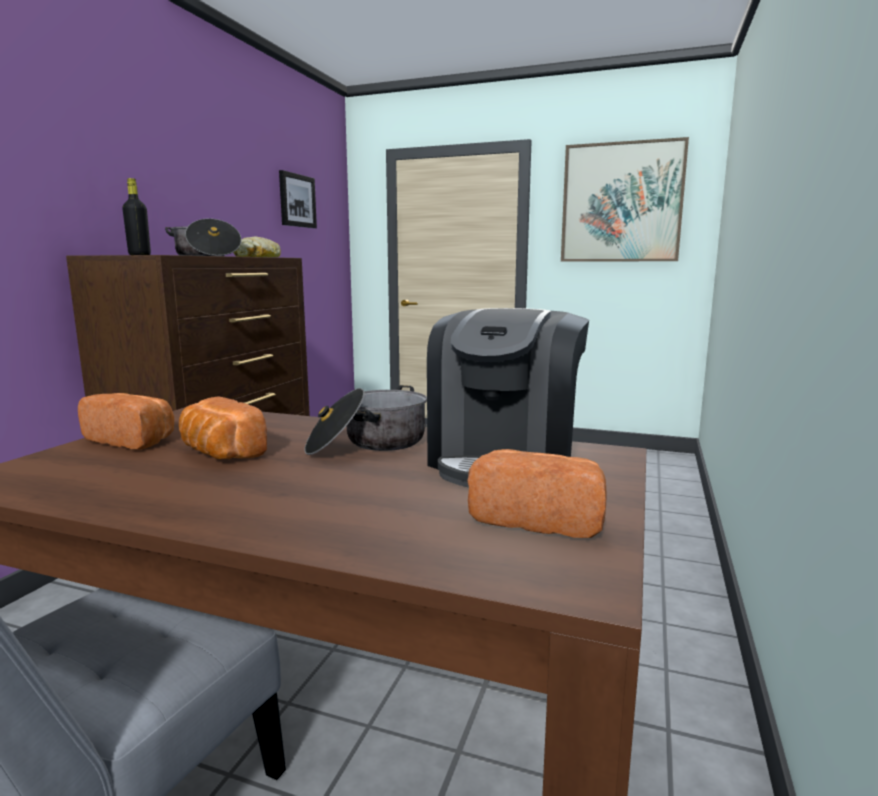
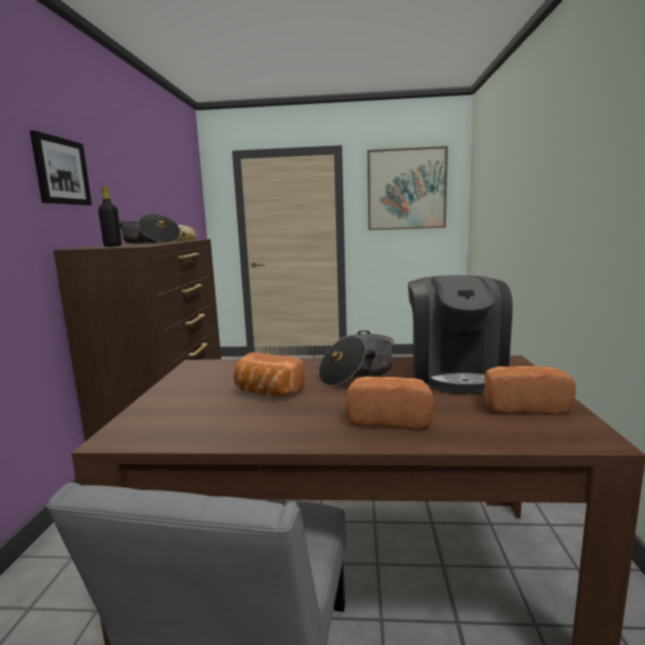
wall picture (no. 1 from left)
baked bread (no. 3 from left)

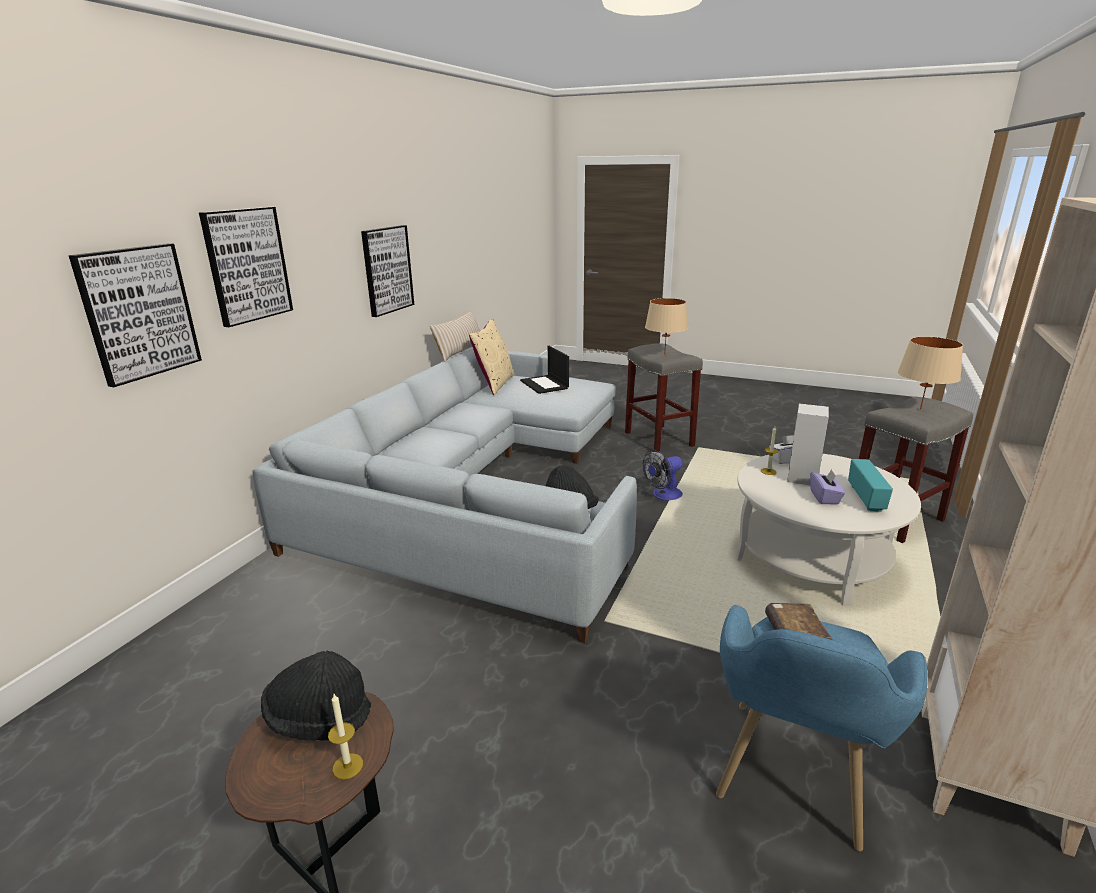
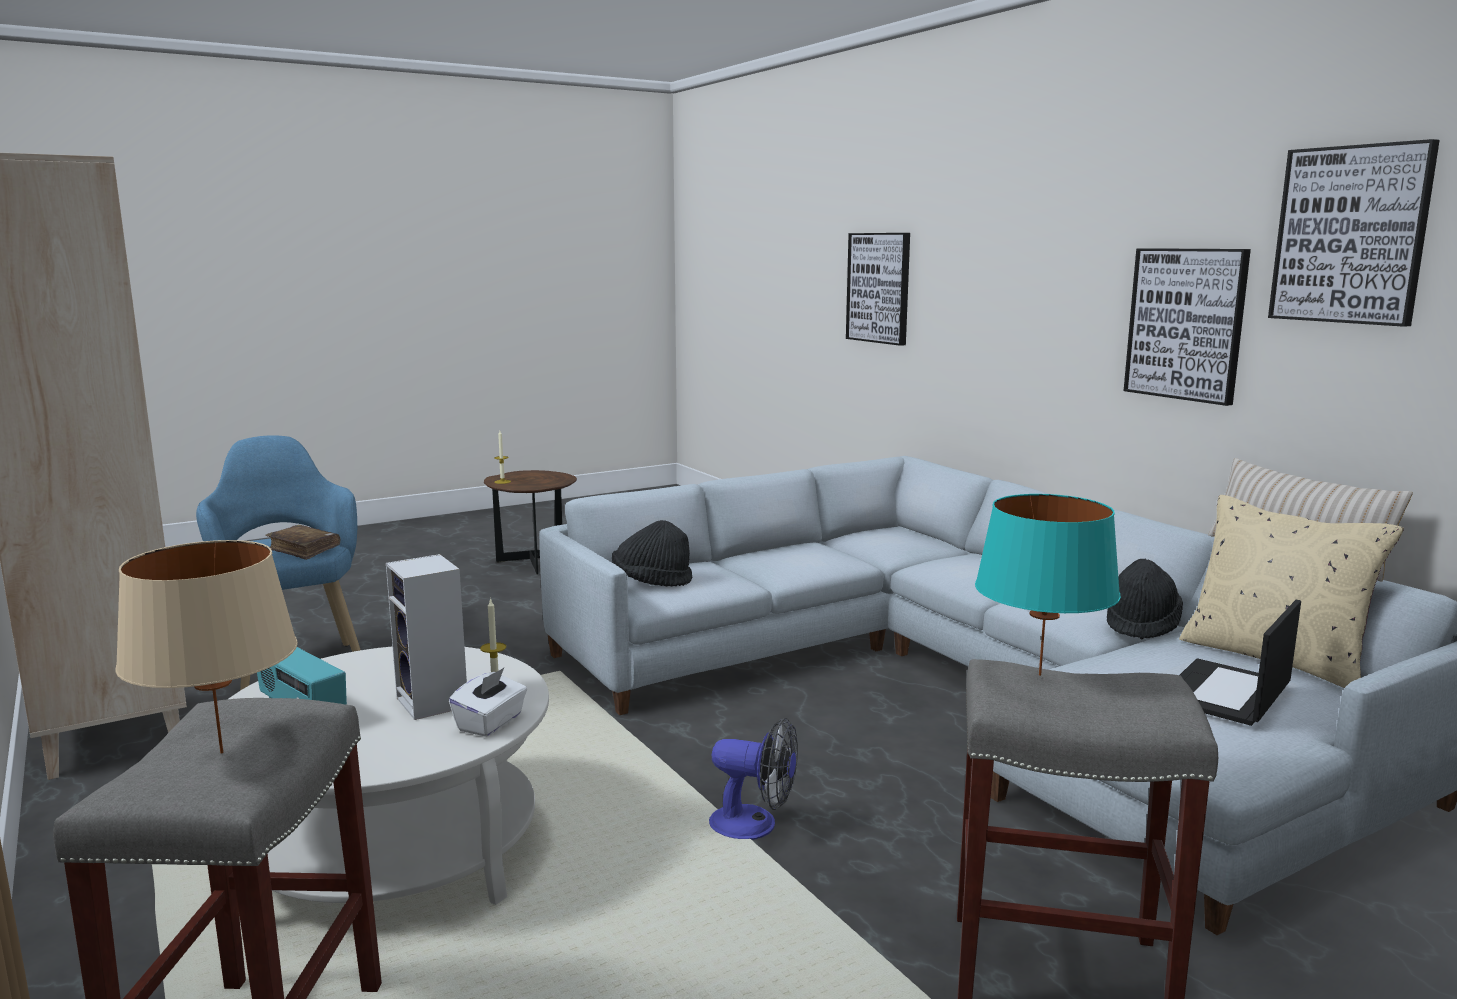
wall picture (no. 3 from left)
turquoise table lamp
laptop
fan
purple-coloured tissue holder
black-coloured wearable hat (no. 2 from left)

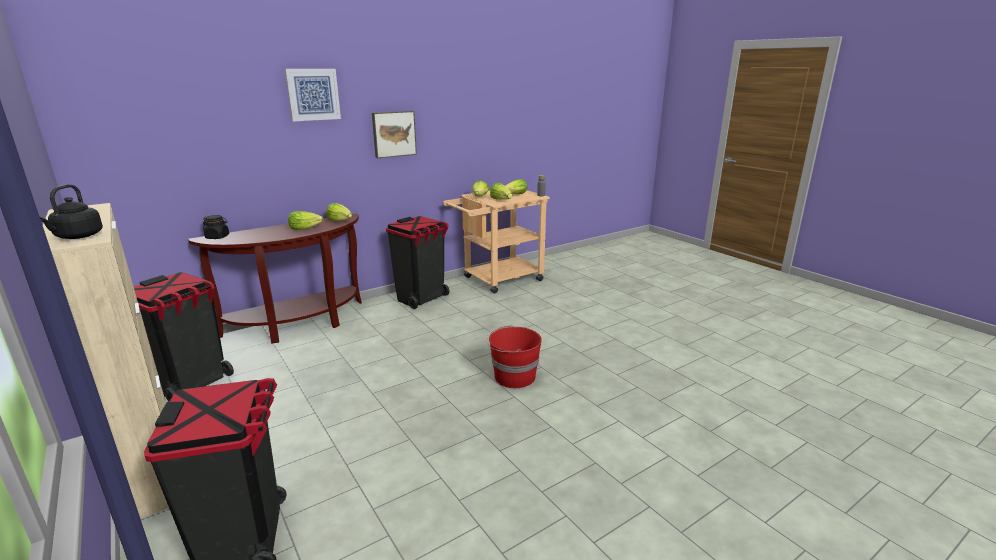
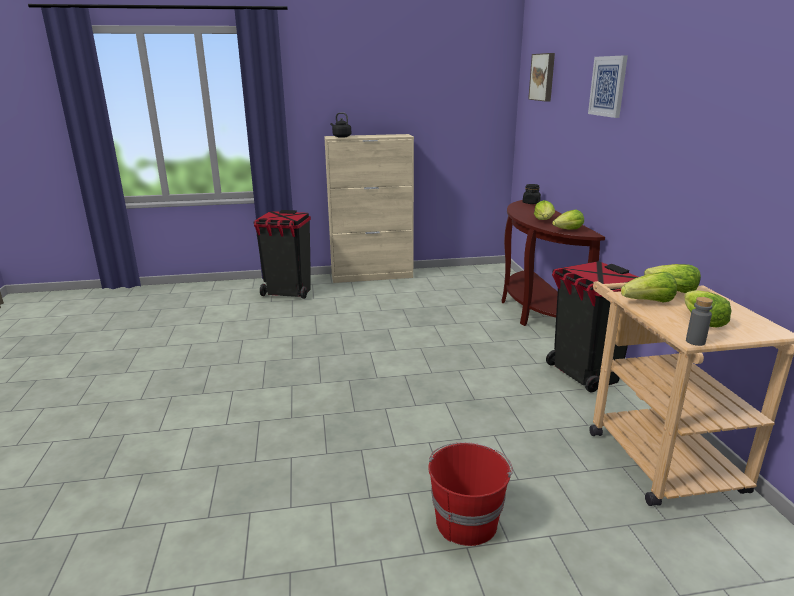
wall picture (no. 1 from left)
black-coloured waste bin (no. 1 from left in the first image)
red-coloured bucket

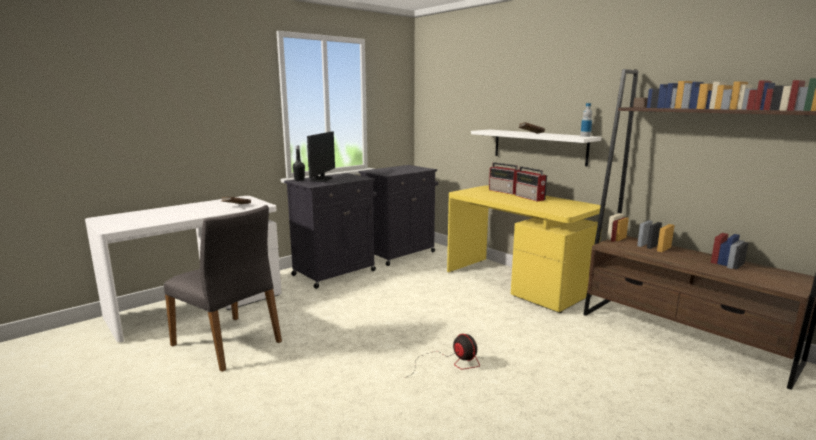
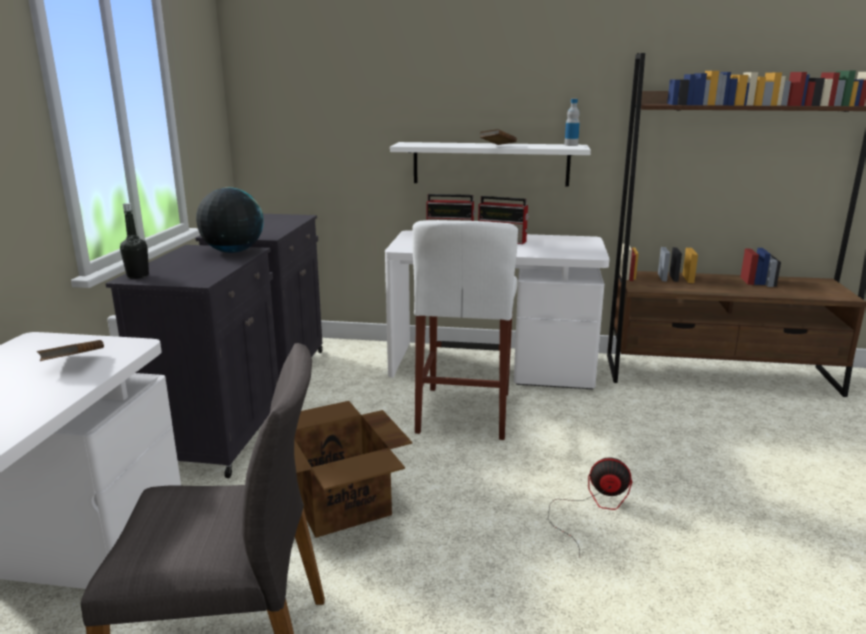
computer screen
white desk table (no. 2 from left)
globe
white sitting stool
cardboard box

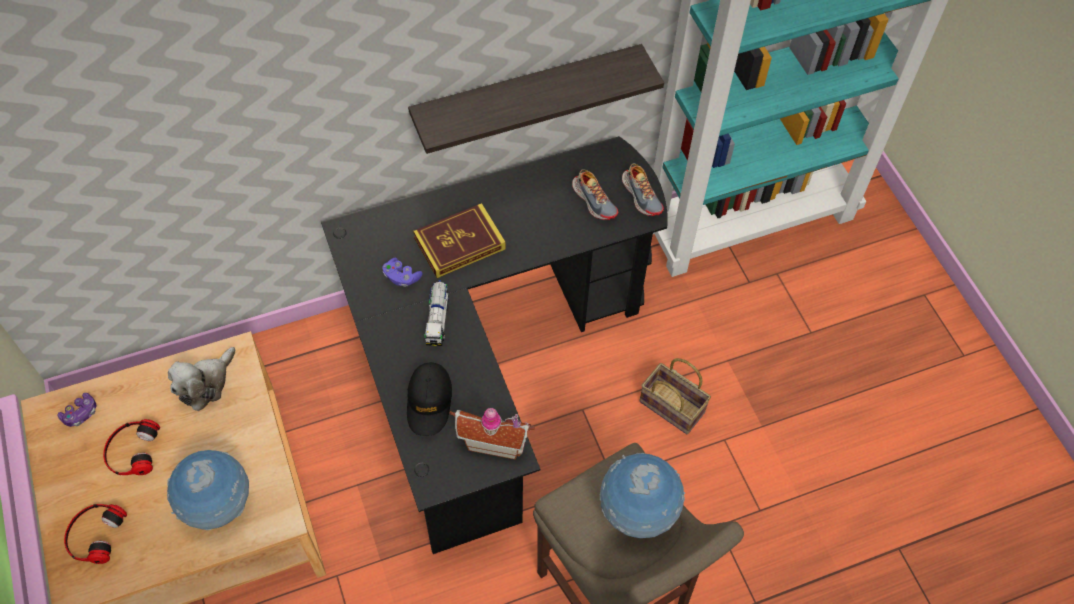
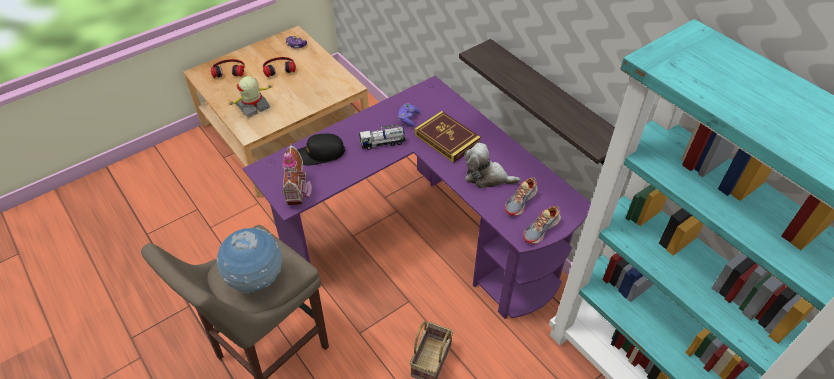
purple-coloured desk table
cuddly toy
toy robot

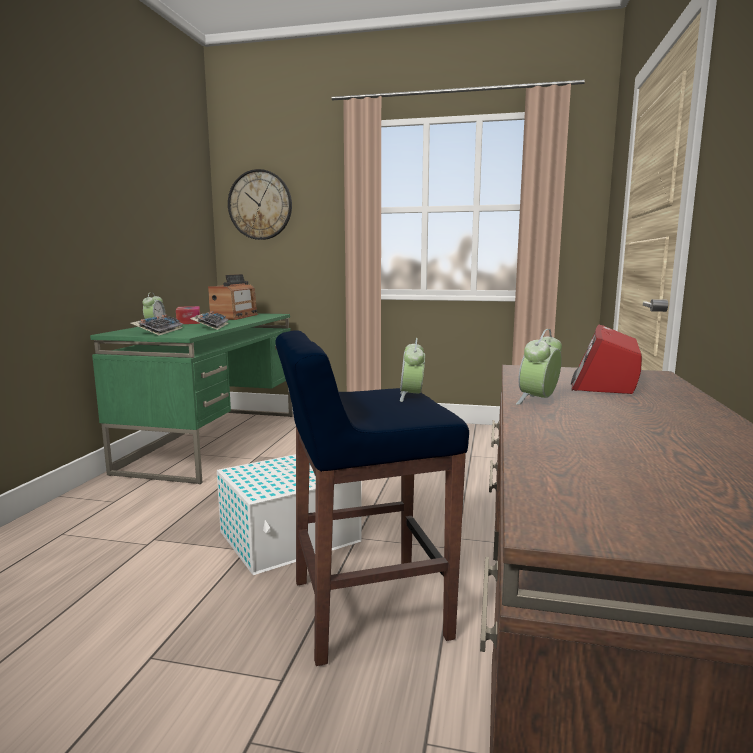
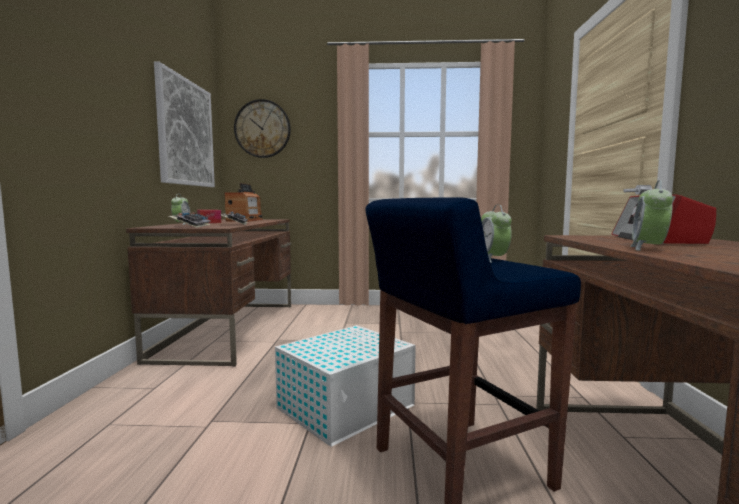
brownish desk table (no. 1 from left)
wall picture

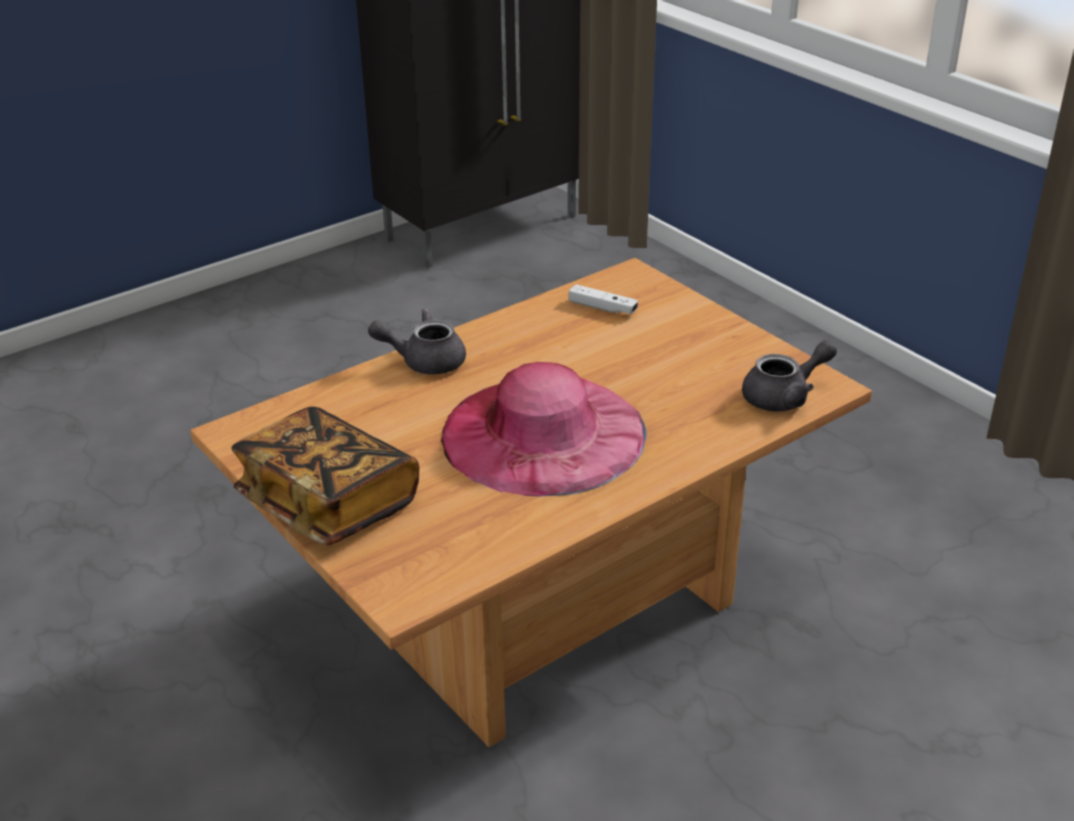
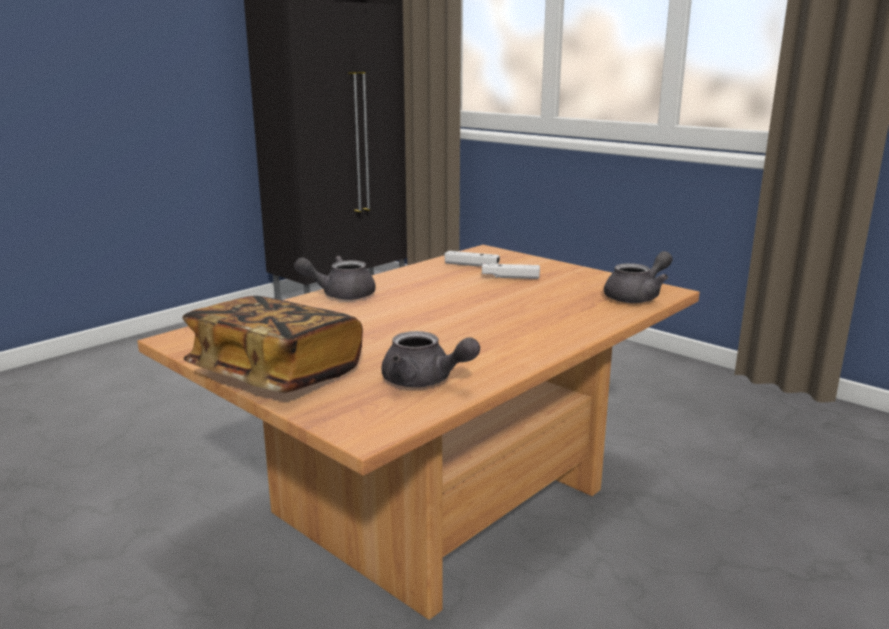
pink wearable hat
white gamepad (no. 2 from left)
gray pot for tea (no. 2 from left)

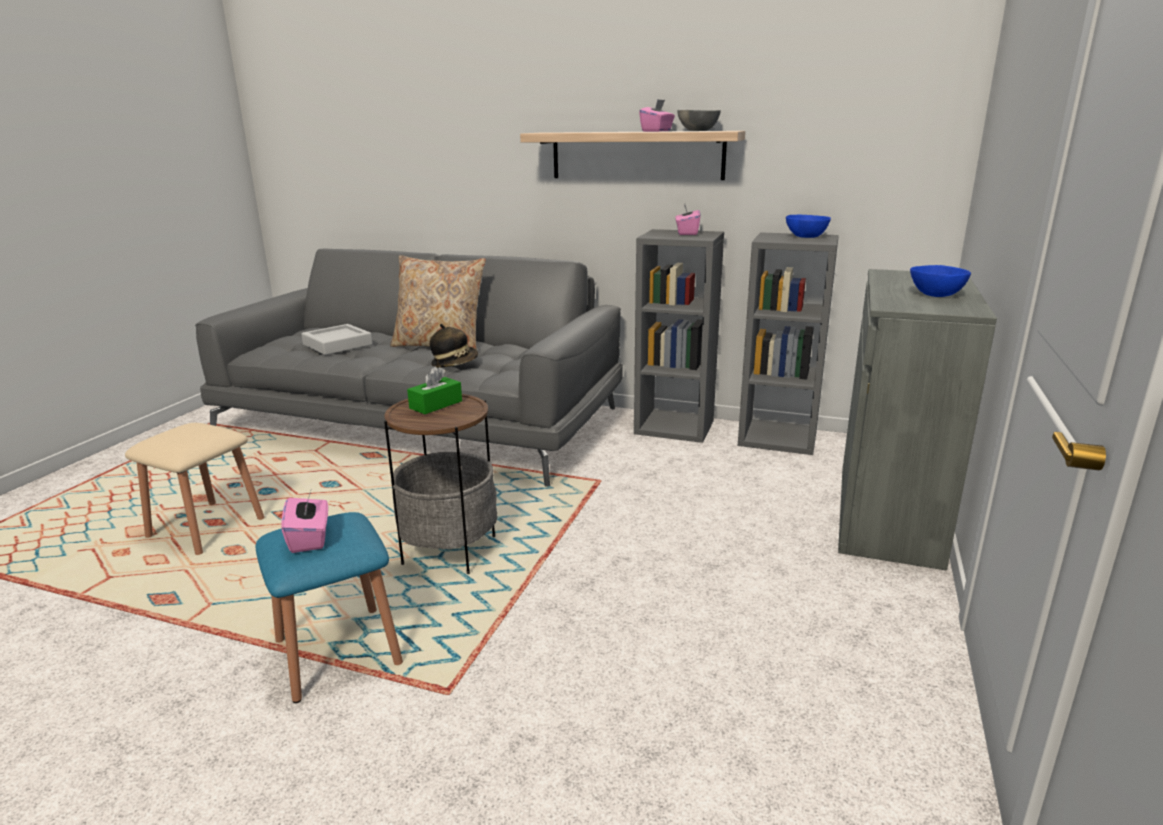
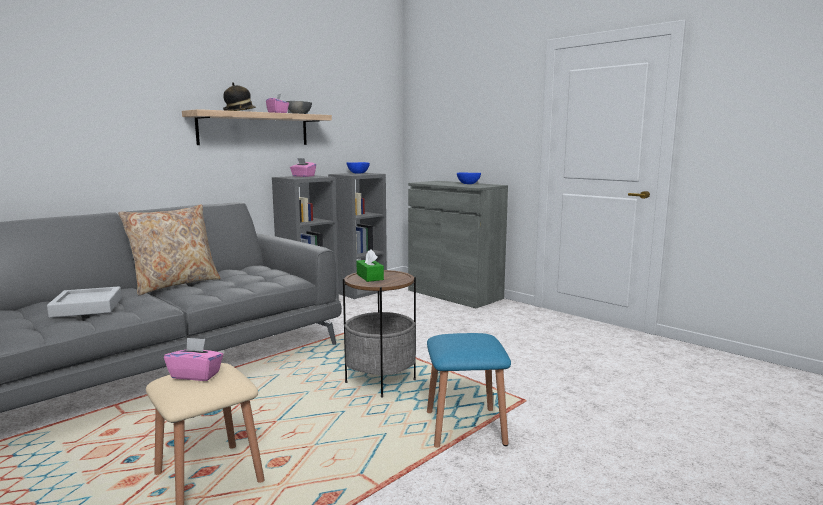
wearable hat
pink tissue holder (no. 1 from left)

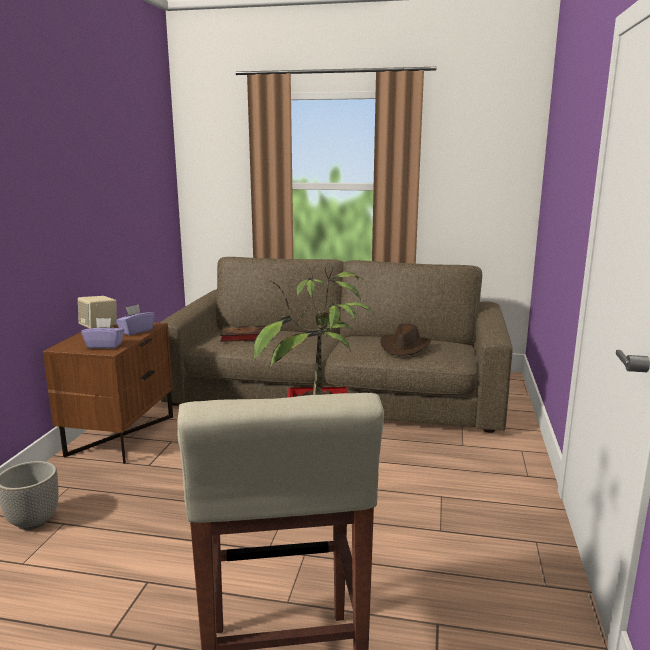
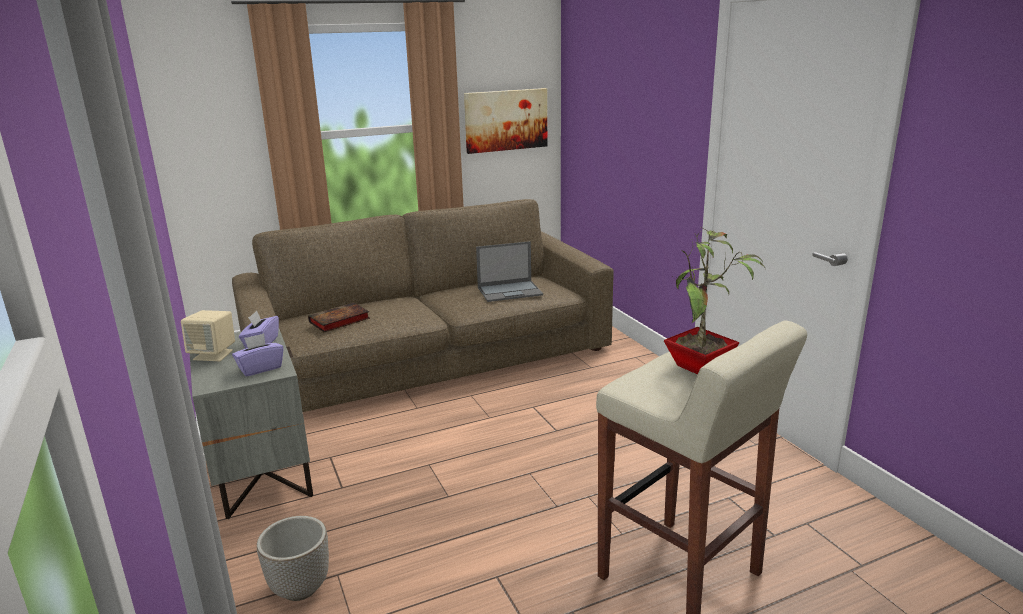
gray night table
laptop
wall picture

